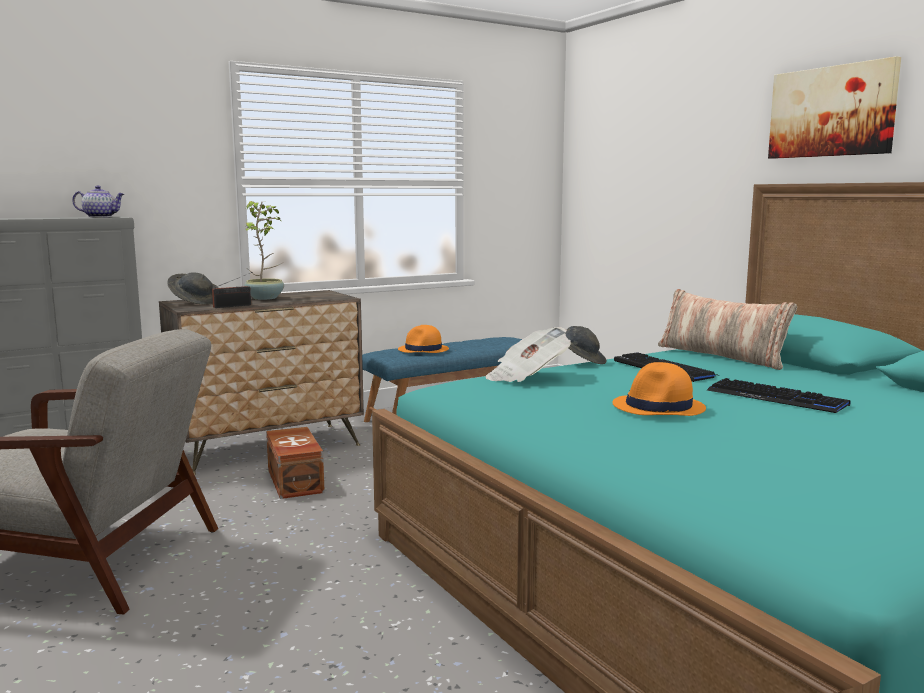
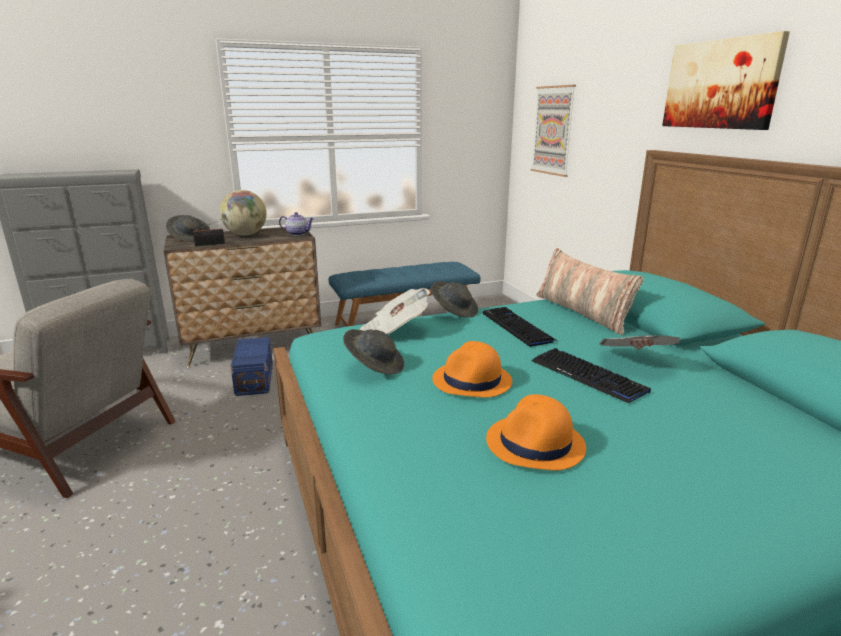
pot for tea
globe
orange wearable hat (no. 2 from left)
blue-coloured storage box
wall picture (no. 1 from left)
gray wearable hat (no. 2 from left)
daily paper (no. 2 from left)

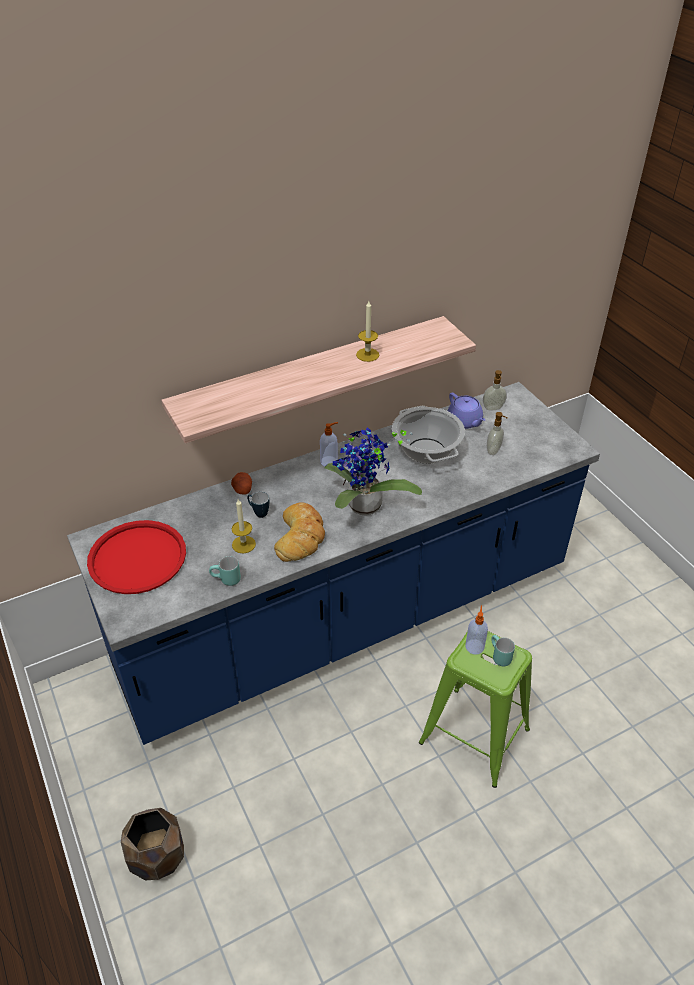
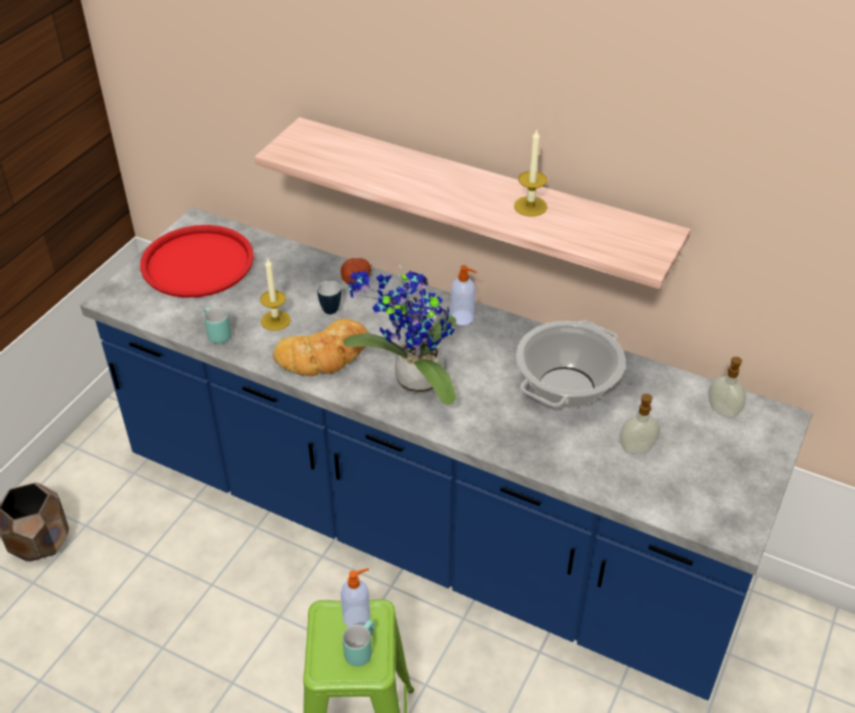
purple-coloured pot for tea

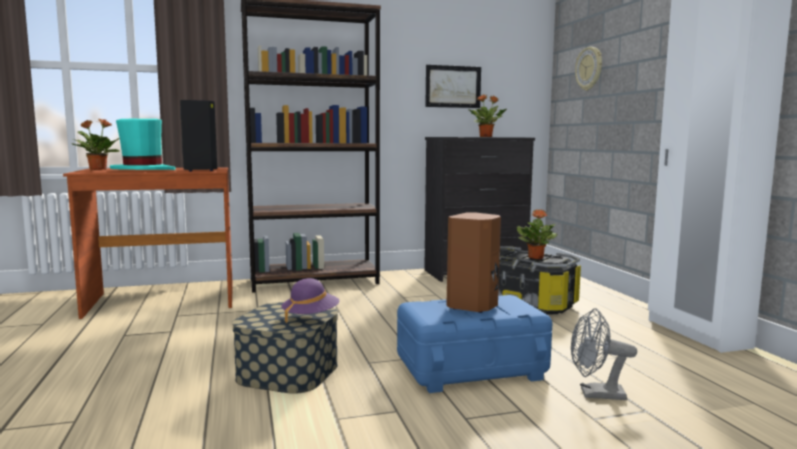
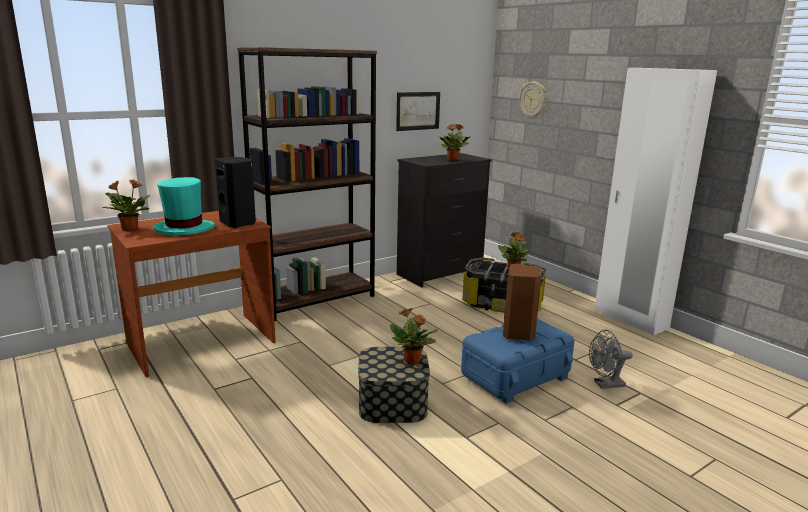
houseplant (no. 2 from left)

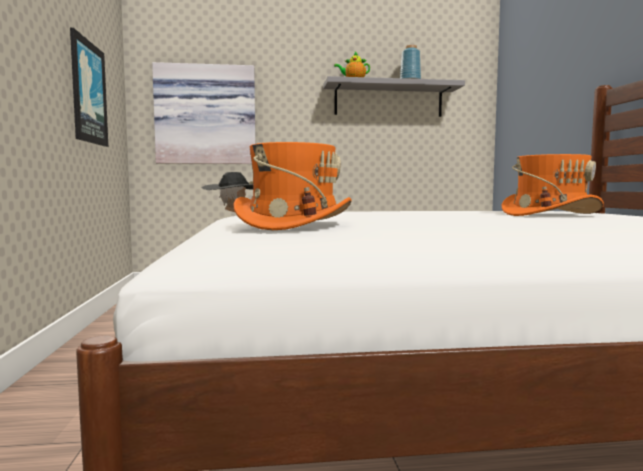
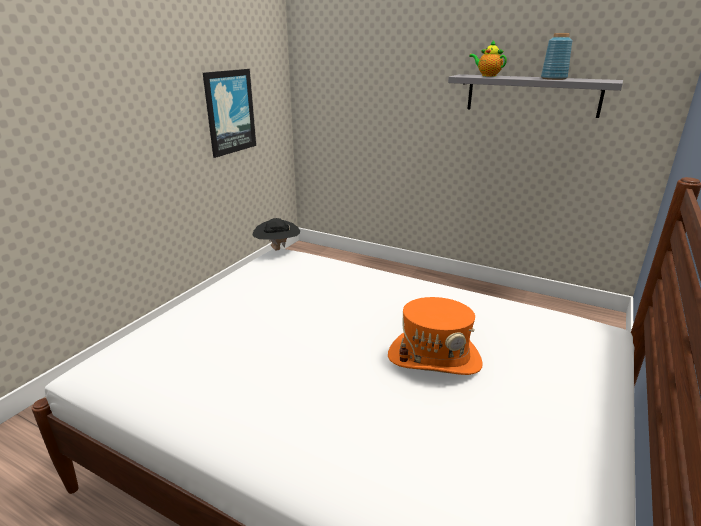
wall picture (no. 2 from left in the first image)
orange wearable hat (no. 1 from left in the first image)

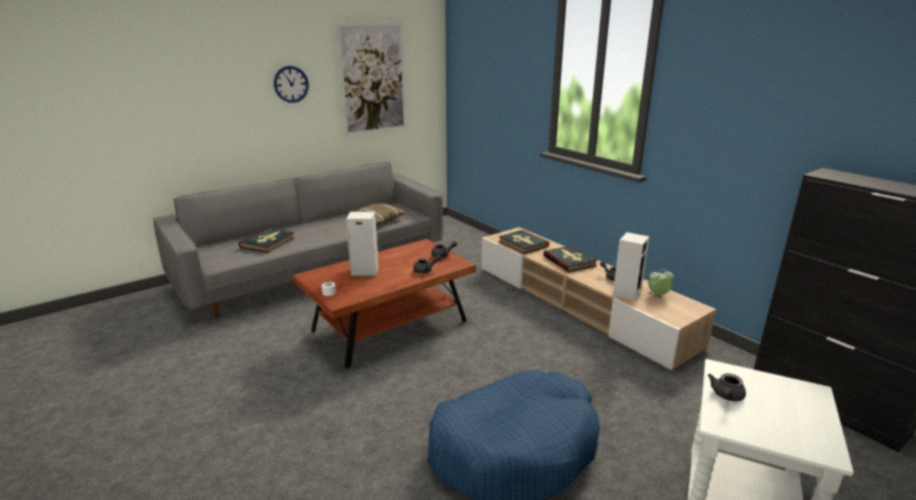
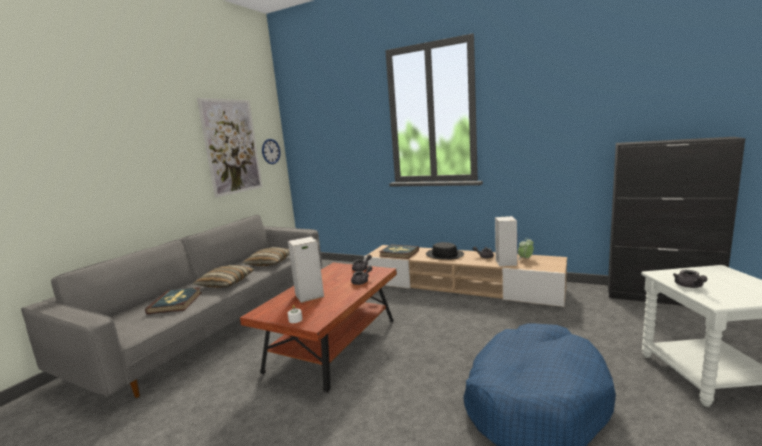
clock on the wall
black-coloured wearable hat
cushion (no. 1 from left)

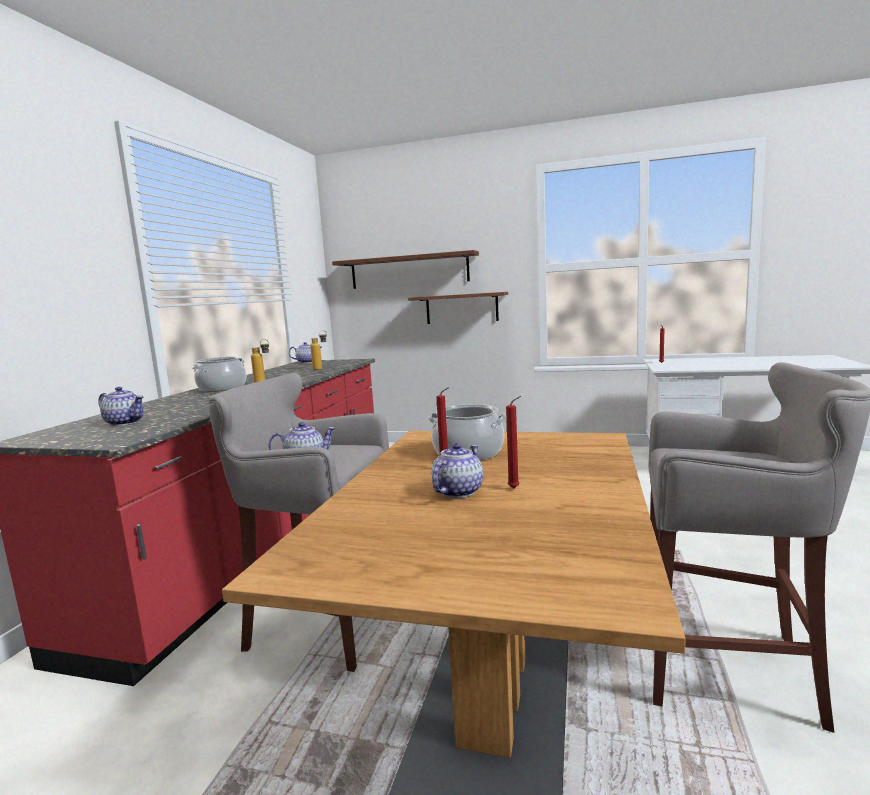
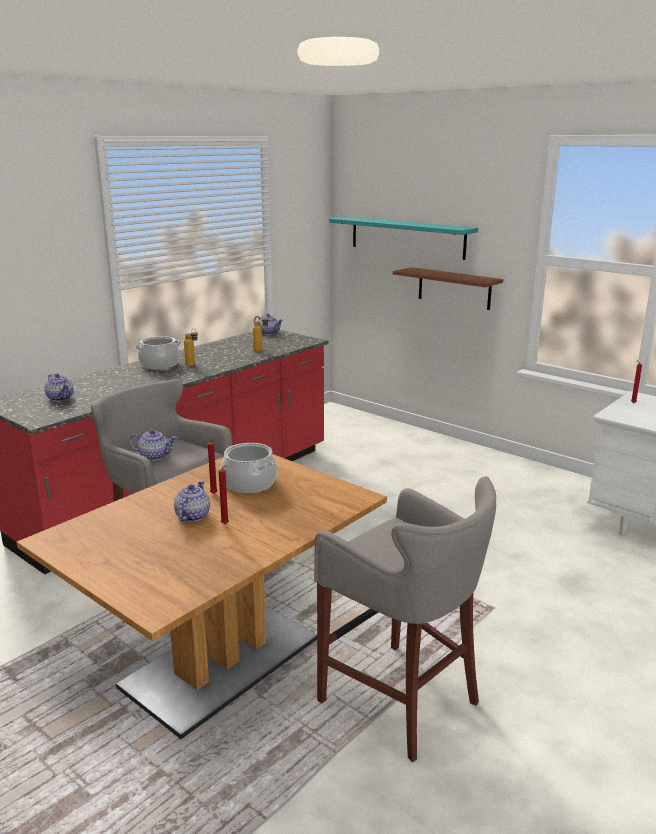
turquoise shelf
pot for tea (no. 3 from left)

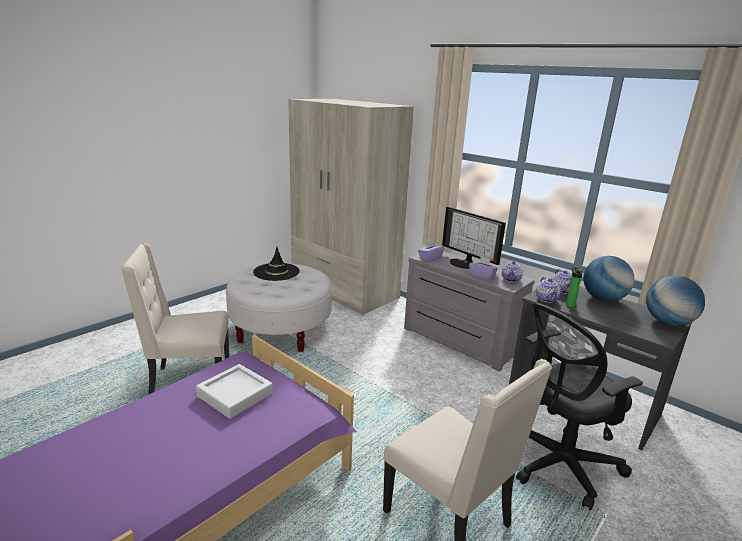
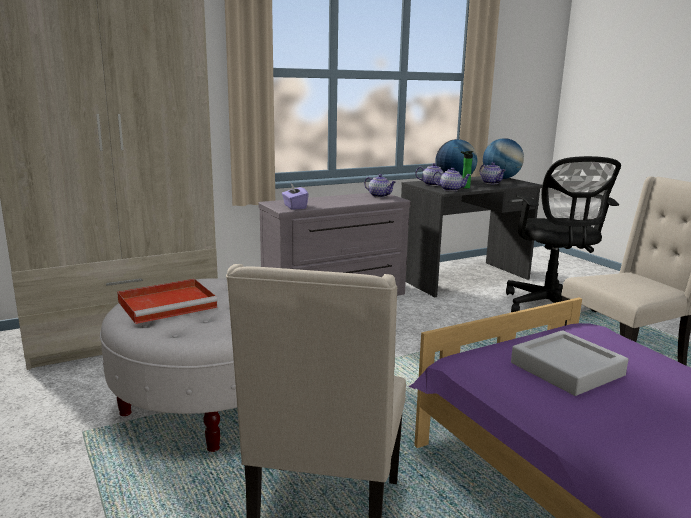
computer screen
red-coloured carrying tray
purple-coloured tissue holder (no. 2 from left in the first image)
pot for tea (no. 4 from left)

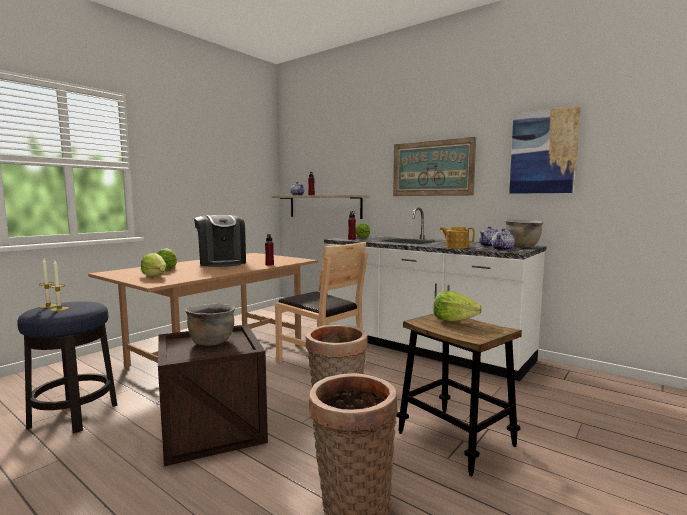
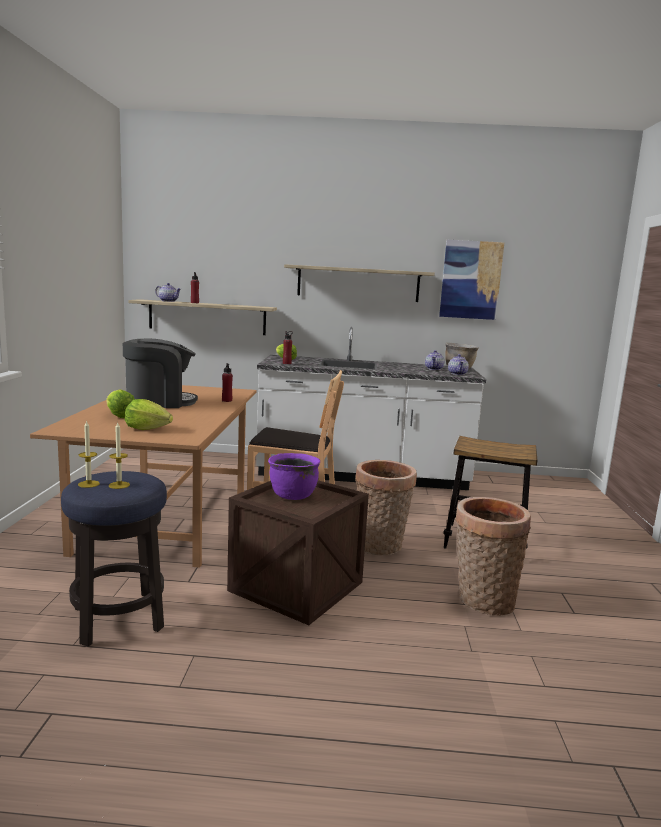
shelf (no. 2 from left)
coffee machine
pot for tea (no. 2 from left in the first image)
lettuce head (no. 4 from left in the first image)
purple-coloured cooking pot

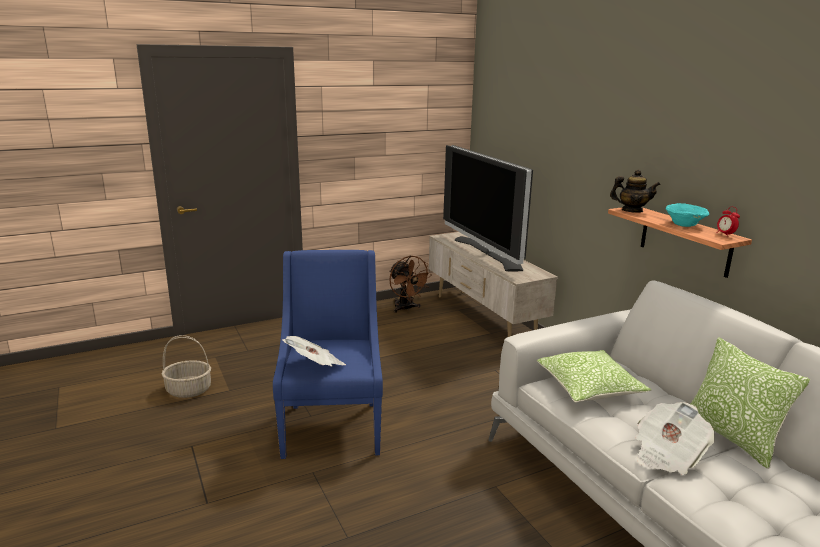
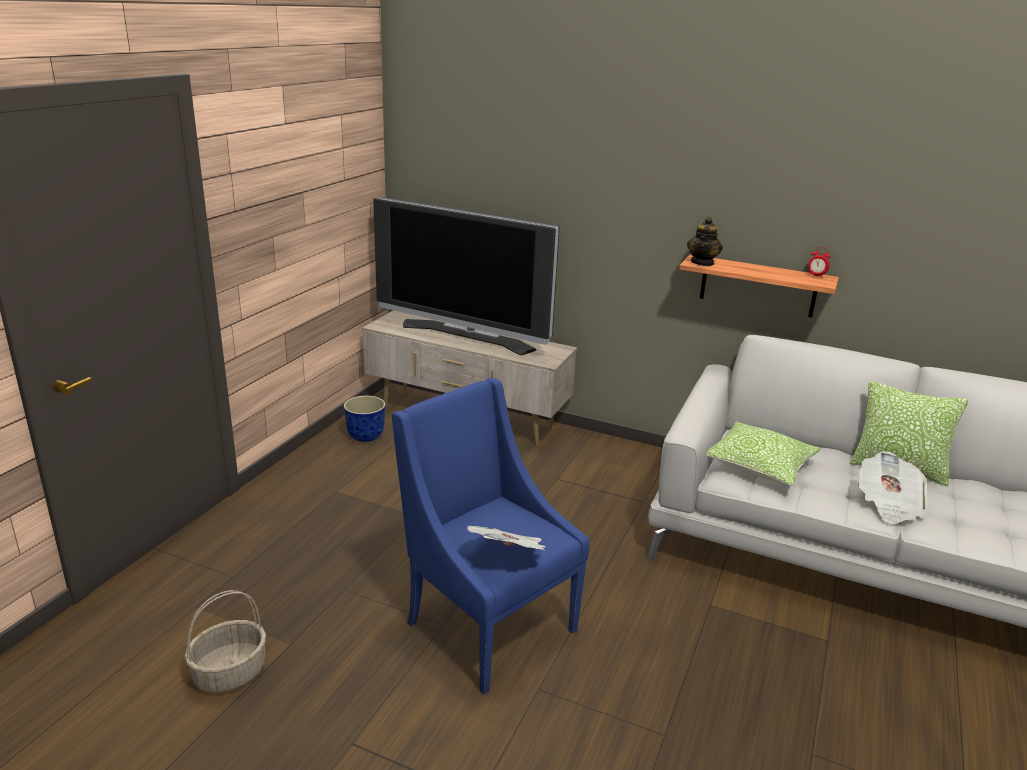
pot for tea
turquoise bowl
planter

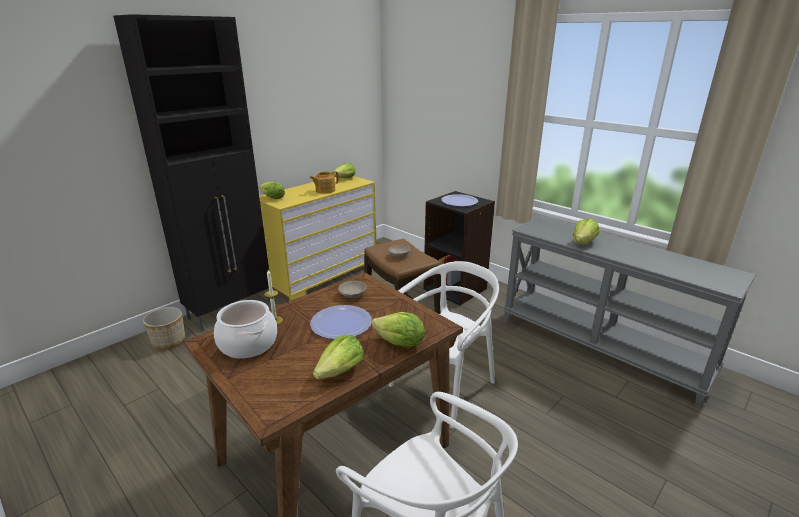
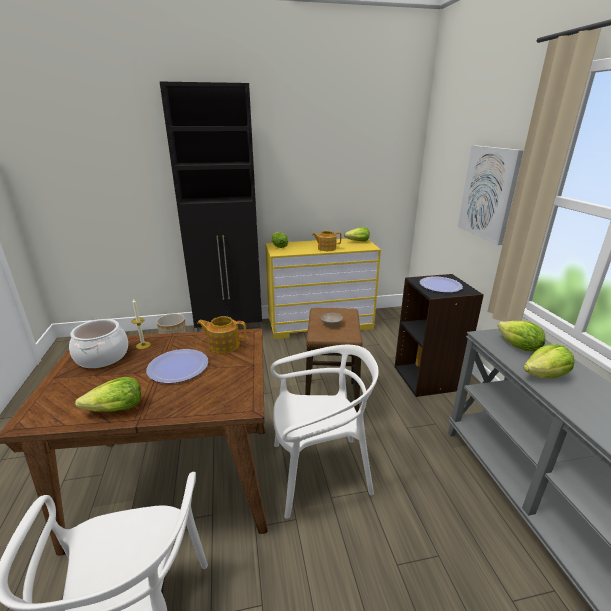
pot for tea (no. 1 from left)
lettuce head (no. 4 from left)
wall picture

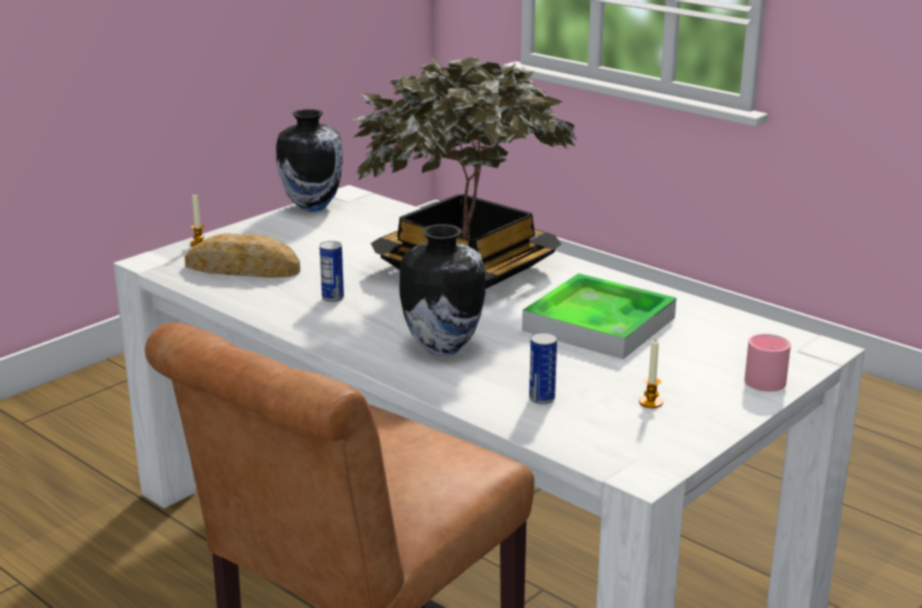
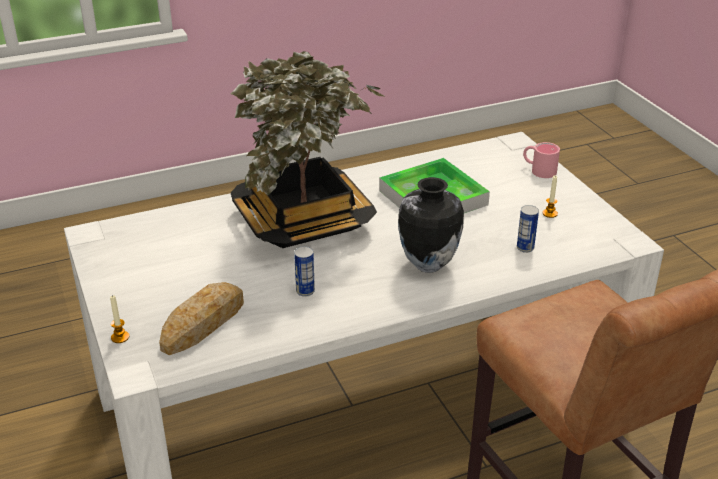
vase (no. 1 from left in the first image)

